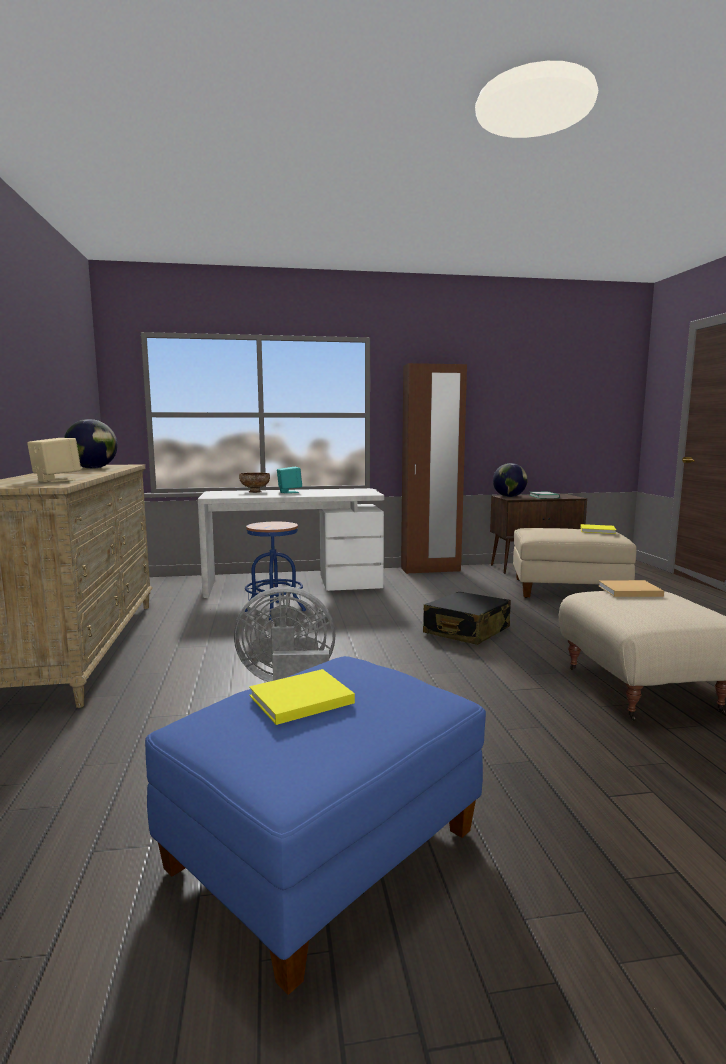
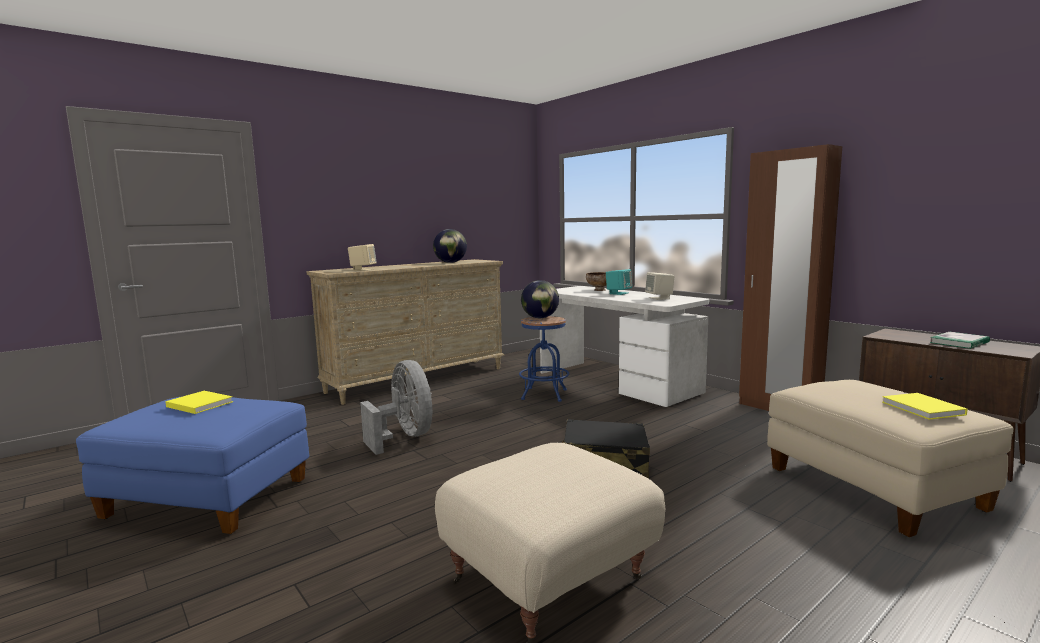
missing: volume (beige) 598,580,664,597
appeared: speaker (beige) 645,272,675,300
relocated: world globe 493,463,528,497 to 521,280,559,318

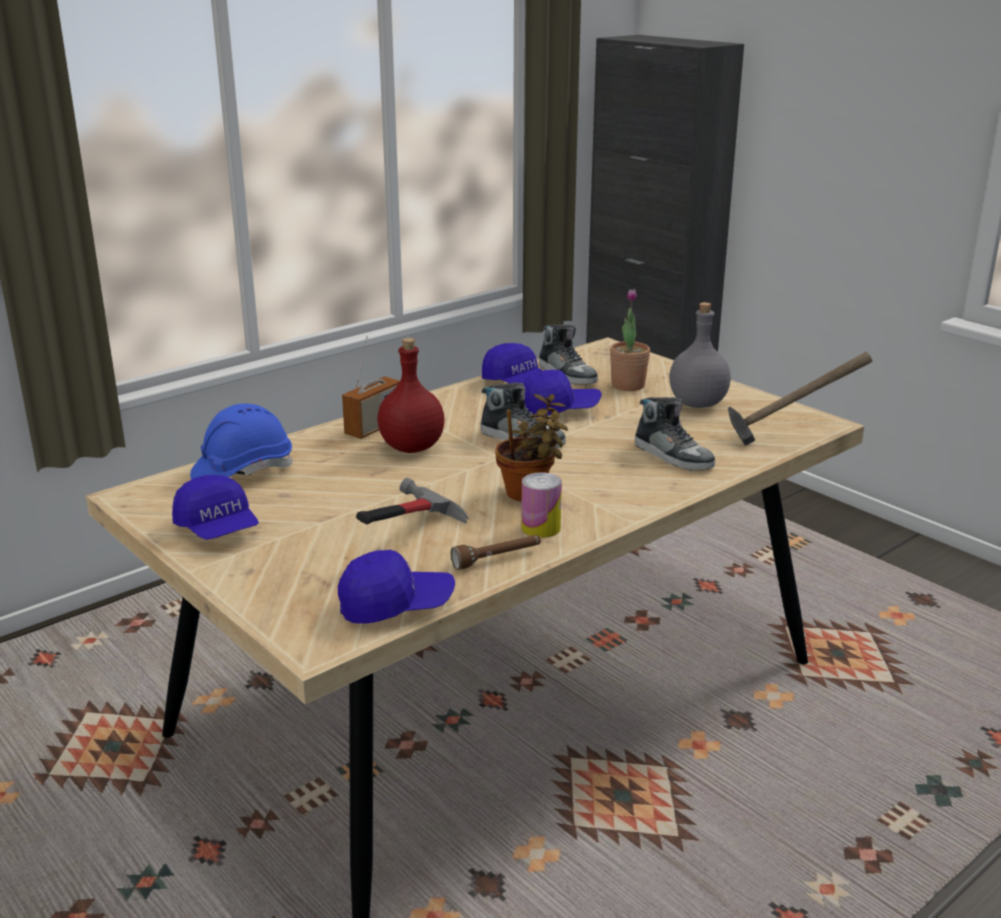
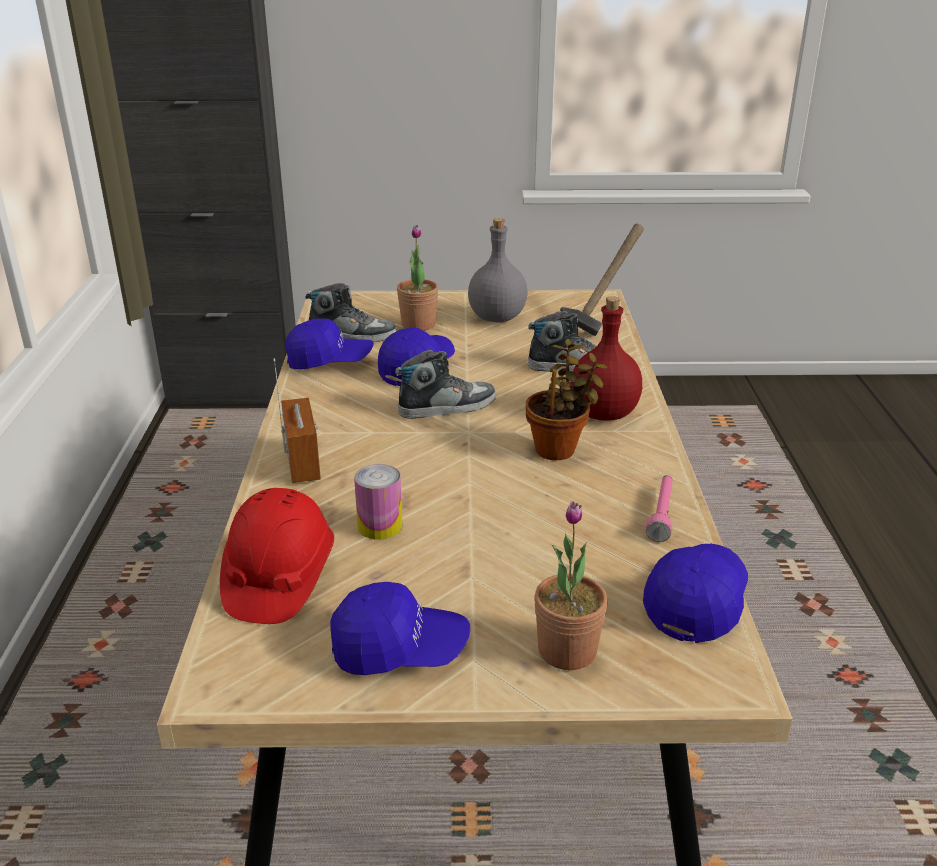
missing: tool hammer 356,477,469,524
appeared: plant in a pot 534,501,607,670
relocated: bottle (red) 377,338,445,453 to 571,296,642,421; sealed can 521,472,562,538 to 354,464,402,540
colour: safety helmet (blue) 190,404,293,479 to safety helmet (red) 220,488,334,624; torch (brown) 451,535,541,570 to torch (pinkish) 646,475,673,542

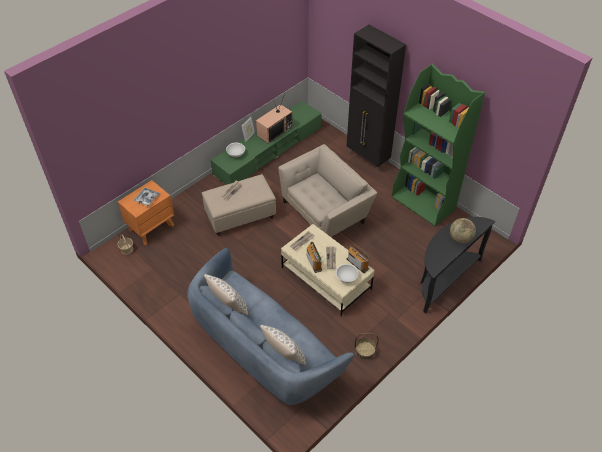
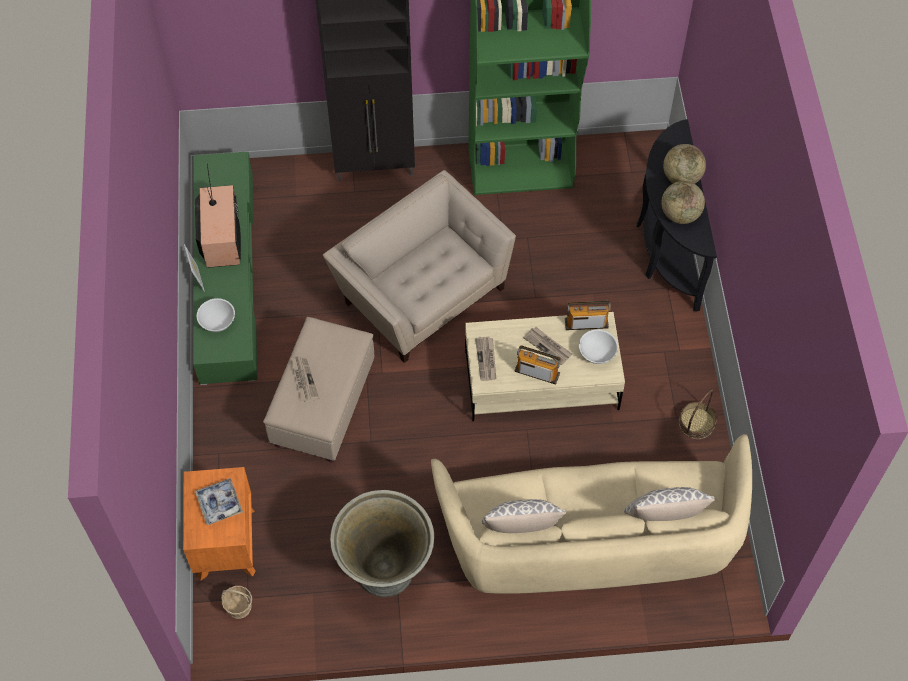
appeared: planter (gray) 330,490,434,597; world globe 661,181,705,224
colour: settee (blue) 187,248,354,405 to settee (beige) 431,434,752,594
spun: easy chair (beige) 278,144,377,237 = 323,170,516,363 45 degrees counterclockwise

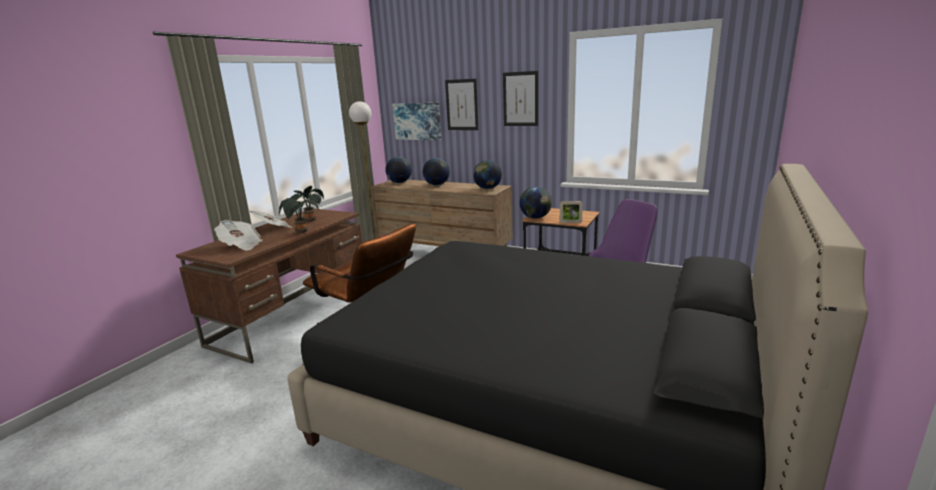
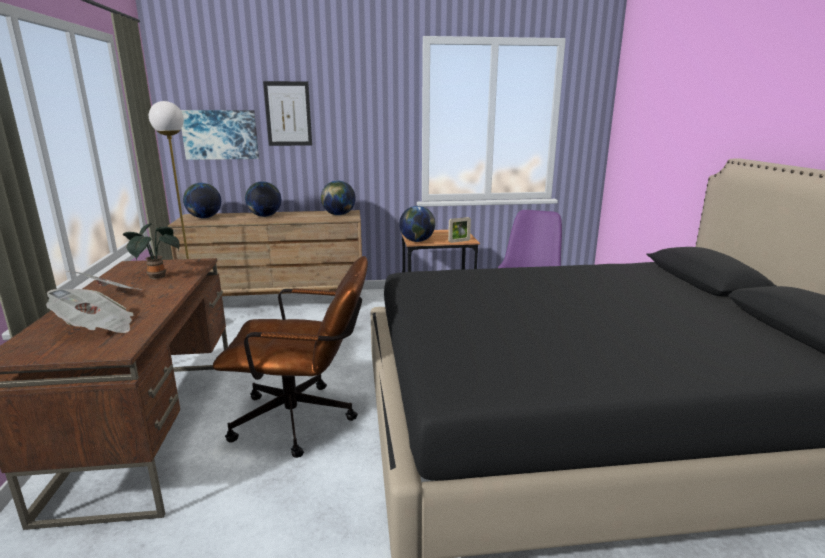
missing: plant in a pot 279,198,318,233; picture 503,71,538,126

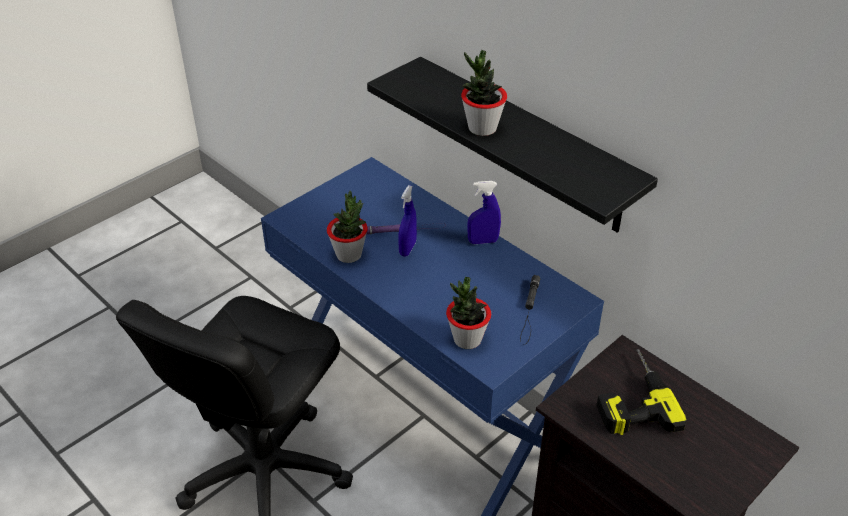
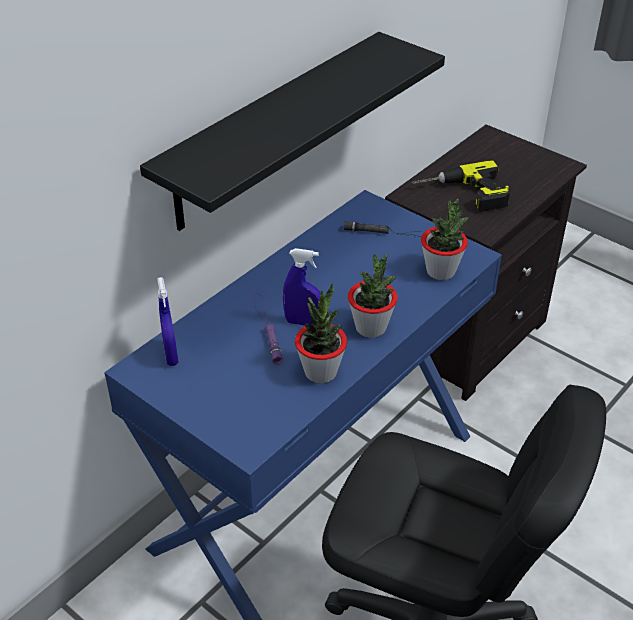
relocated: plant in a pot 461,50,507,136 to 348,255,398,338; spray bottle (blue) 467,181,501,244 to 157,277,178,366

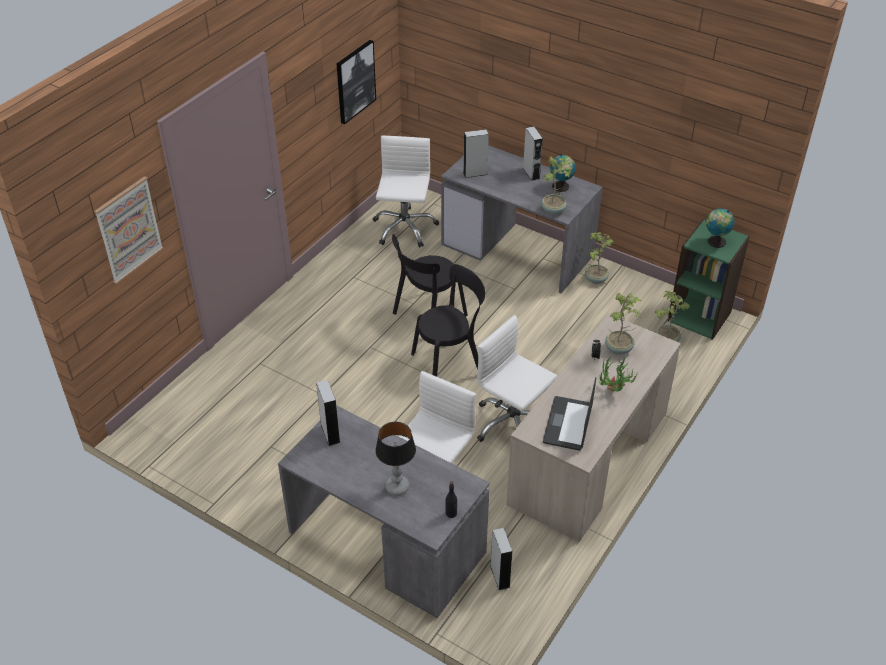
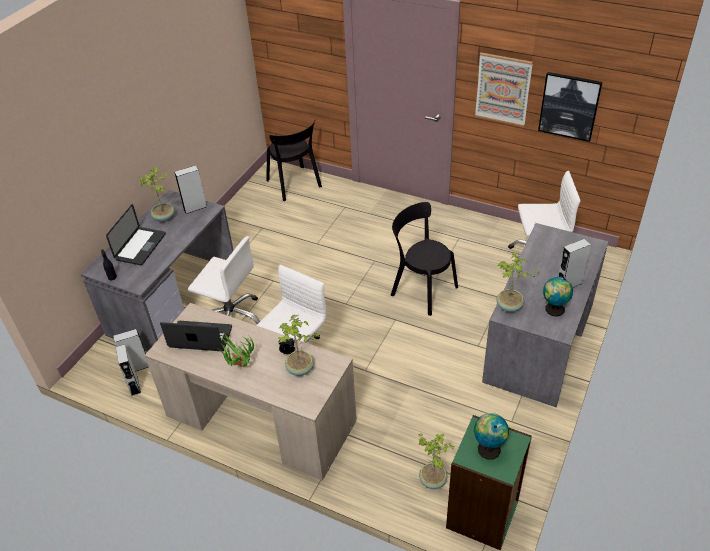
relocated: picture 94,176,164,284 to 475,53,533,126; plain chair (black) 411,264,485,377 to 266,121,322,201; speaker (gray) 463,129,489,178 to 116,344,141,396; plant in a pot 585,232,615,284 to 139,167,175,222
exchanged: tabletop lamp 375,422,416,495 to portable computer 106,204,166,265

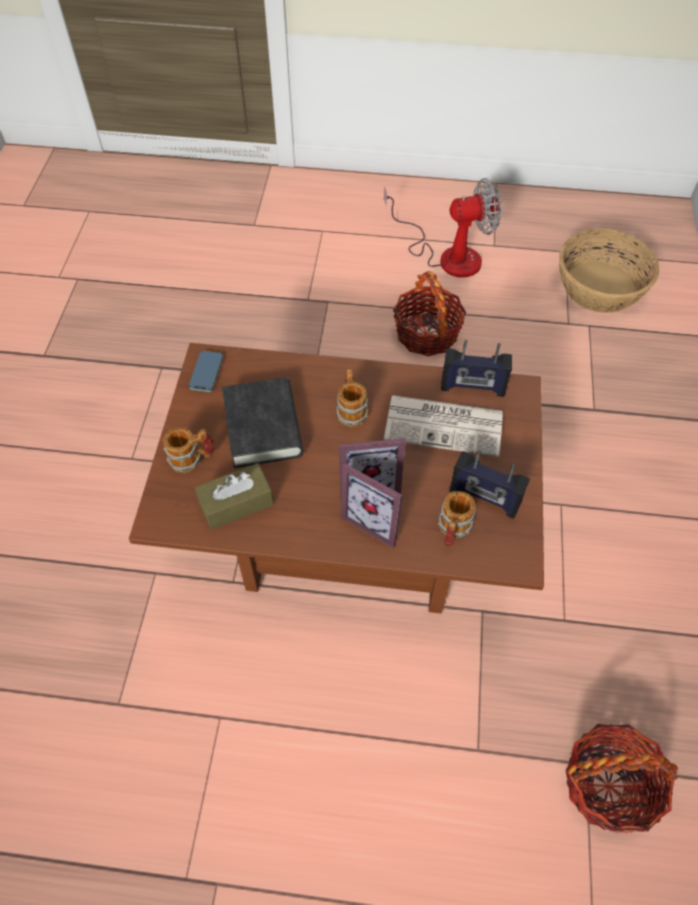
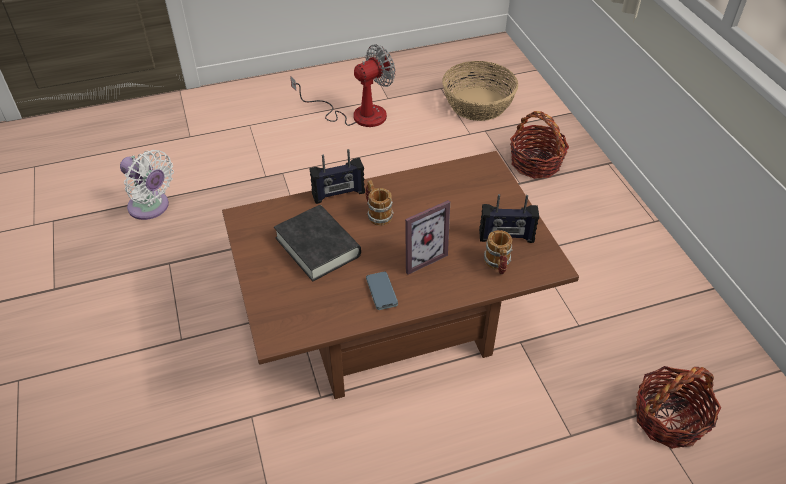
missing: coffee mug 163,427,214,473; tissue holder (brown) 195,463,274,530; standing frame 341,463,403,548; newspaper 384,395,503,457
appeared: fan (whitish) 120,150,174,220
relocated: handset 189,351,223,392 to 366,272,398,310; basket 393,271,467,356 to 510,111,569,179; radio 441,340,512,397 to 309,149,365,204

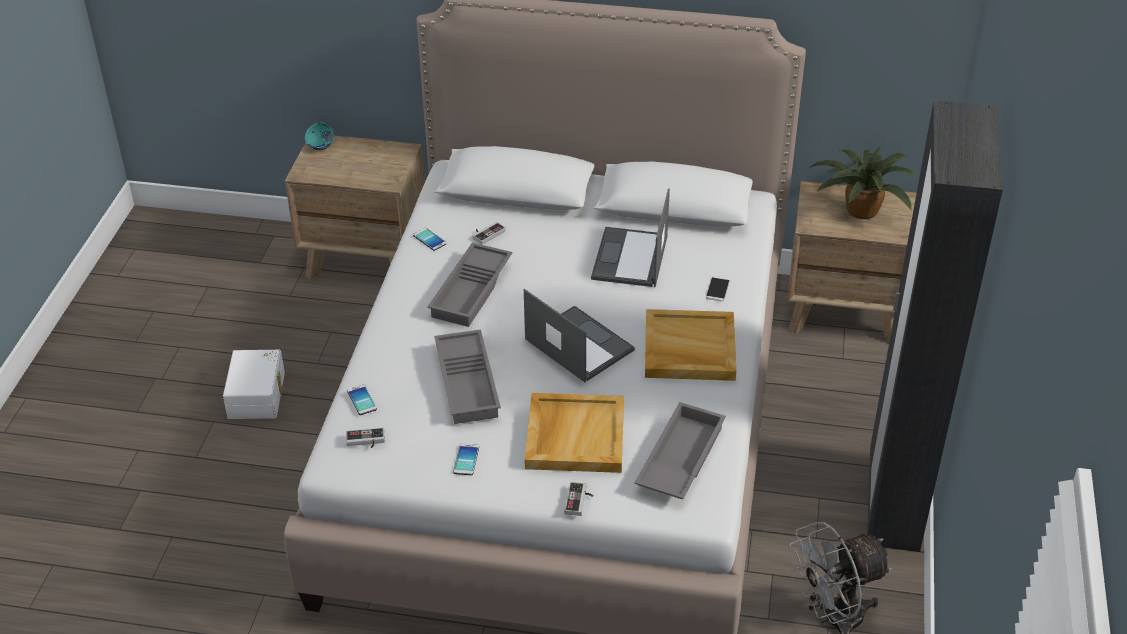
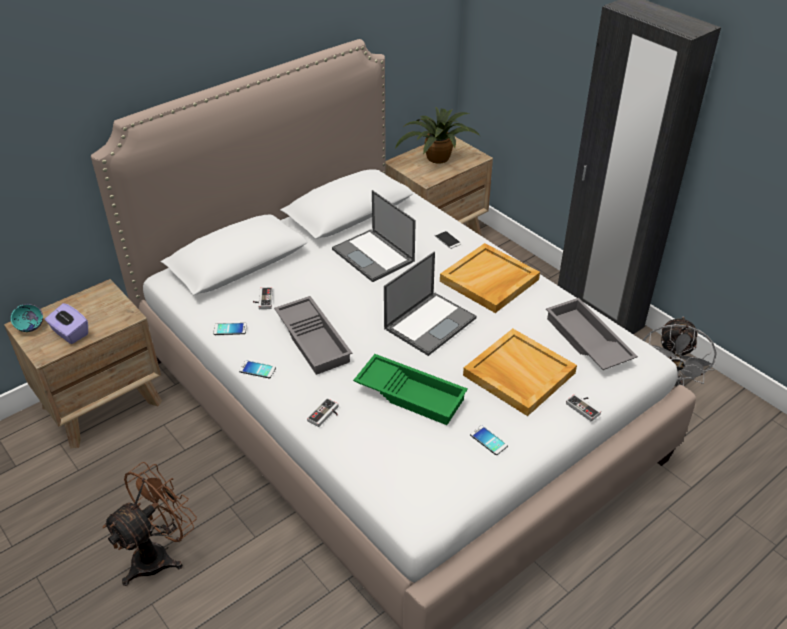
appeared: tissue holder (purple-coloured) 45,303,88,344
relocated: game controller 346,428,385,448 to 307,398,338,427; handset 347,385,377,415 to 239,360,276,378
exchanged: storage container (whitish) 223,350,285,419 to fan (brown) 102,462,197,586
colour: serving tray (gray) 434,329,501,424 to serving tray (green-coloured) 353,354,468,425
spun: portable computer 524,289,635,382 = 384,252,476,356 135 degrees clockwise

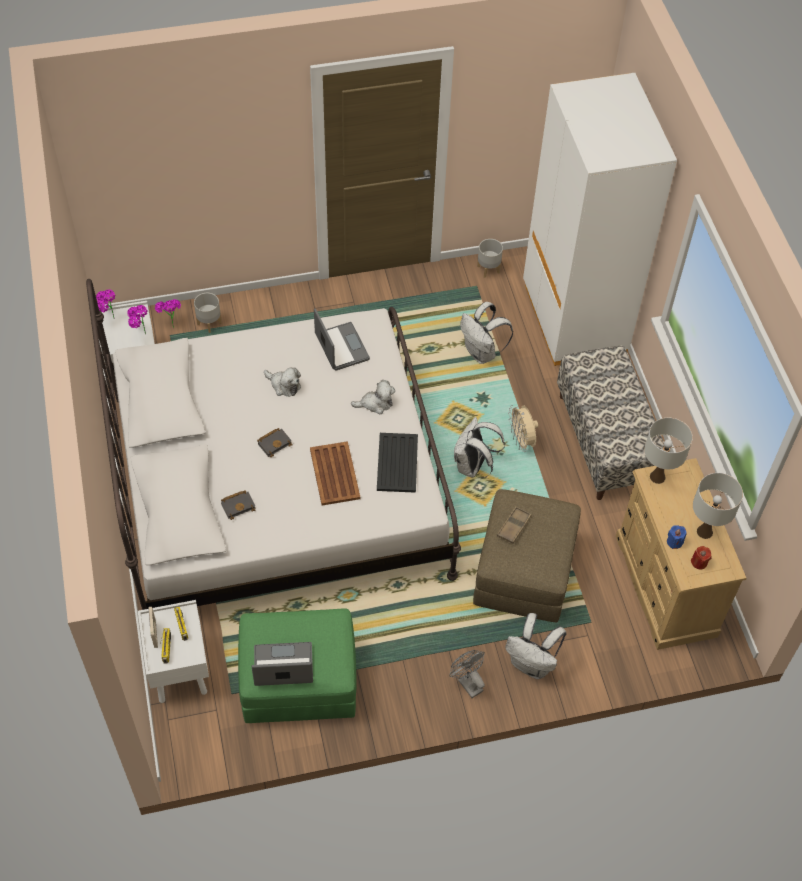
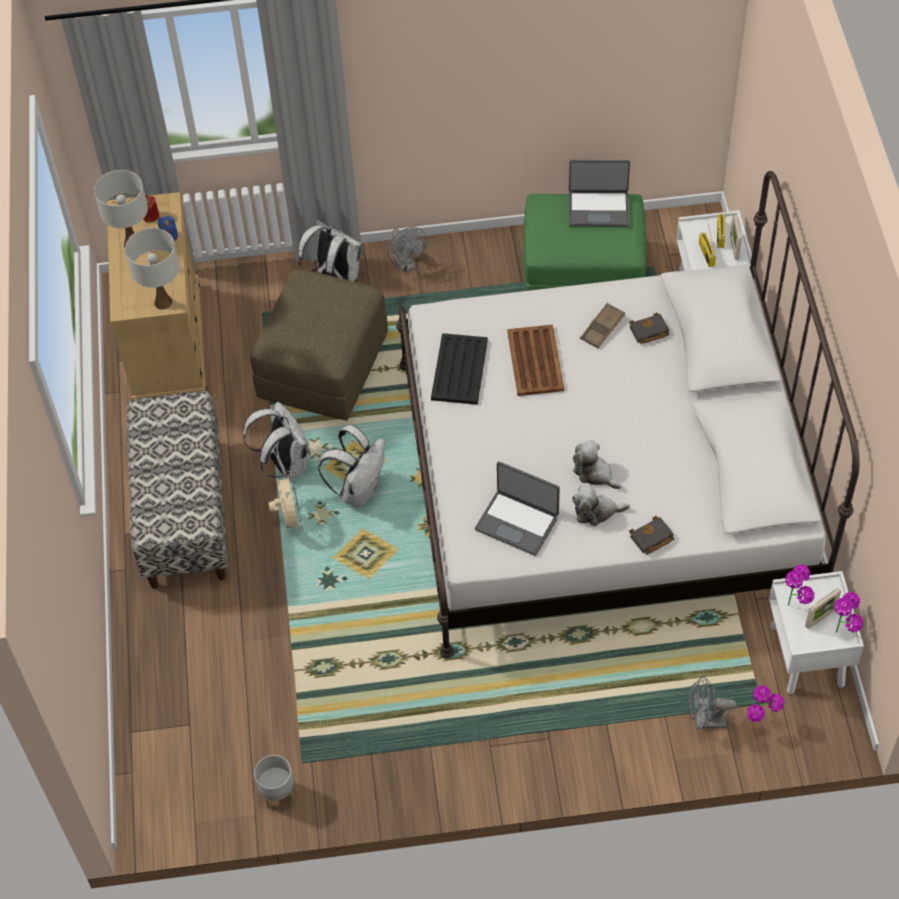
missing: wardrobe (whitish) 523,73,677,366
appeared: standing frame 805,588,841,629
relocated: volume (black) 257,428,292,458 to 629,516,675,555; cuddly toy 351,380,395,414 to 572,484,630,526; rucksack (whitish) 460,302,513,364 to 243,402,311,479; serving tray (brown) 497,506,532,544 to 580,303,625,348
exchanged: planter (gray) 194,293,222,333 to fan (gray) 688,676,736,729
spun: portable computer 314,309,370,371 = 475,461,560,556 45 degrees counterclockwise

